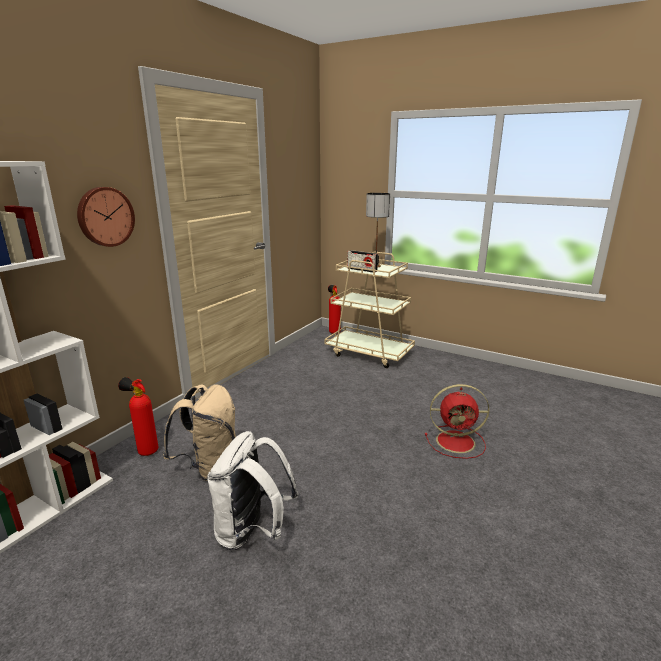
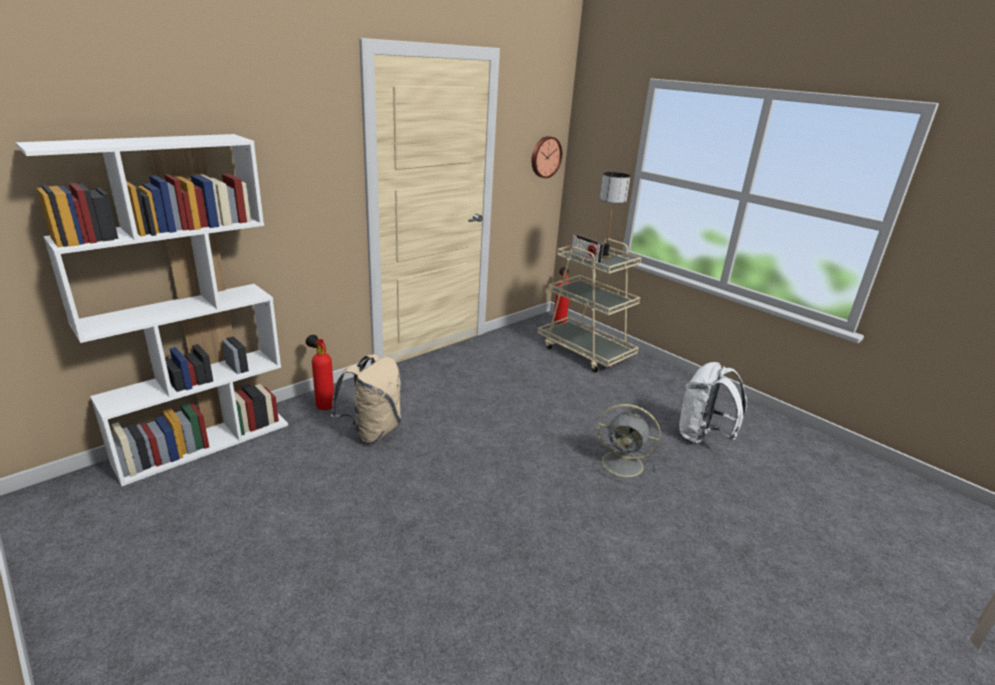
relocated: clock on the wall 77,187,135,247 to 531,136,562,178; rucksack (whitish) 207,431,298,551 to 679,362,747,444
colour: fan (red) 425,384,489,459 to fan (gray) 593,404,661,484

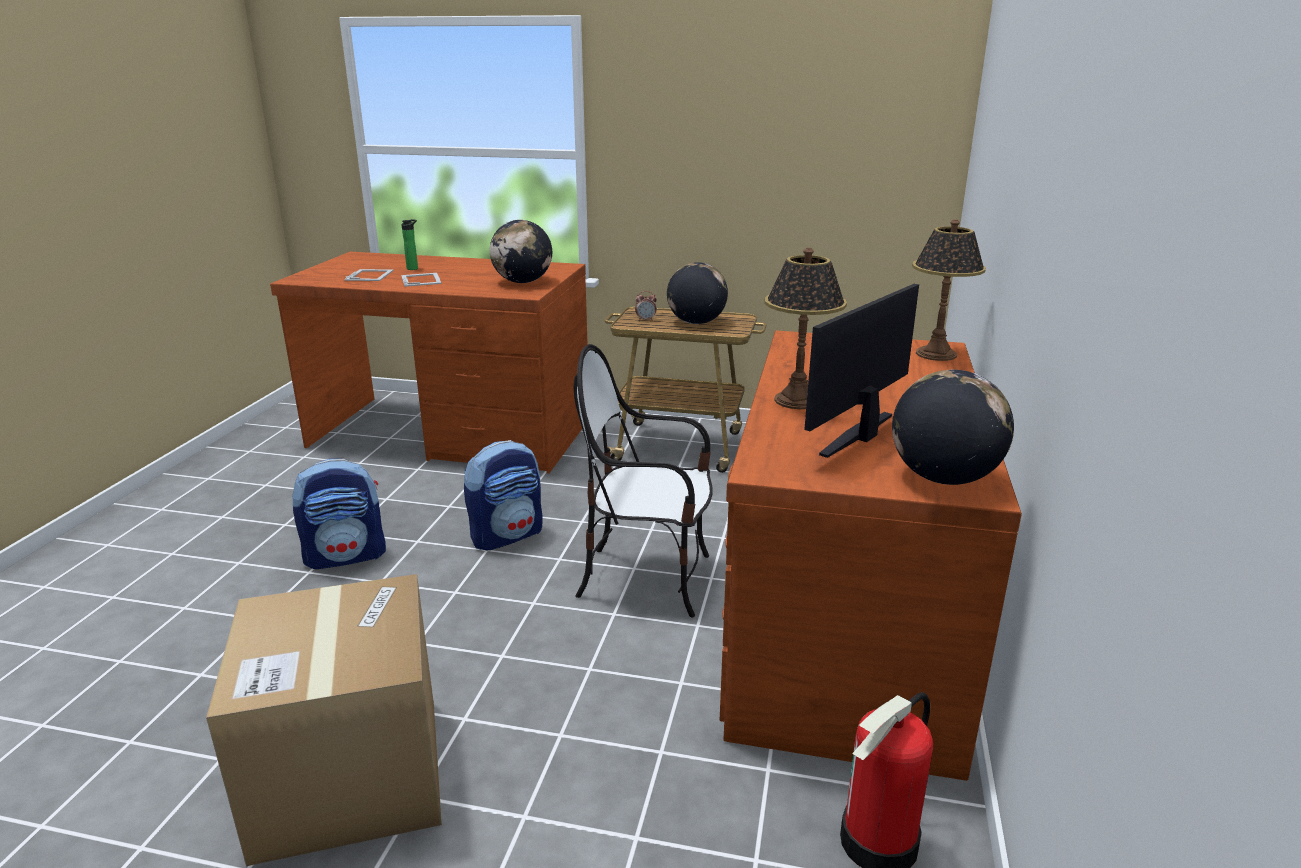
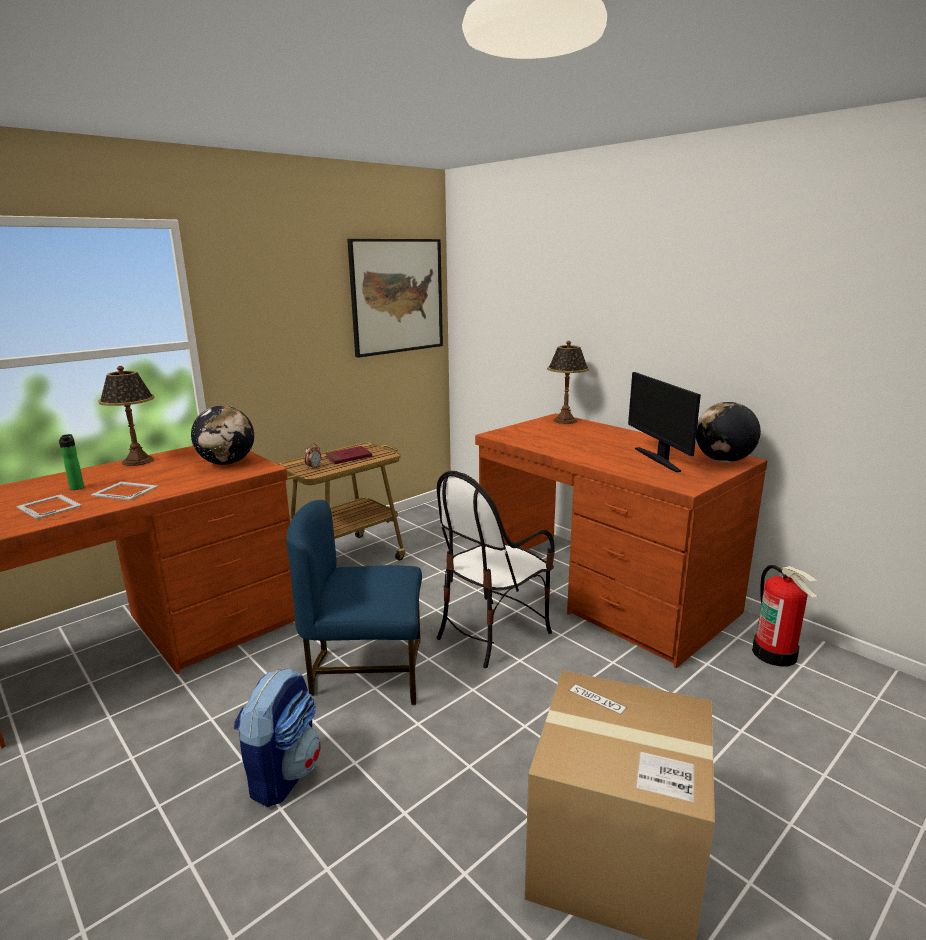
appeared: picture 347,239,443,358
relocated: tabletop lamp 765,247,847,409 to 98,366,155,466
exchanged: rucksack 464,440,543,550 to plain chair (blue) 286,500,422,705; world globe 667,262,728,324 to volume (red) 325,446,372,464

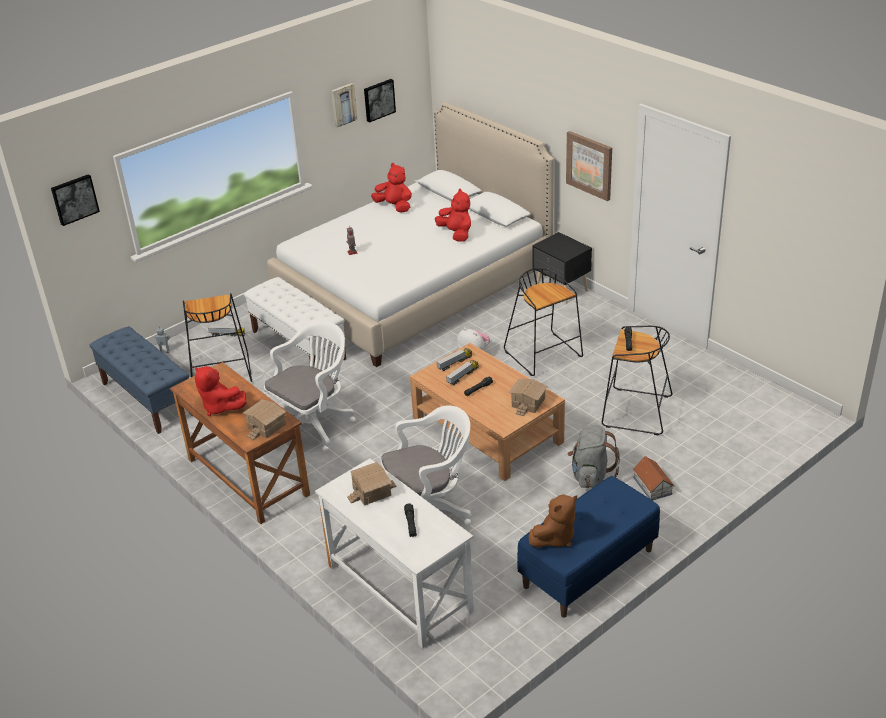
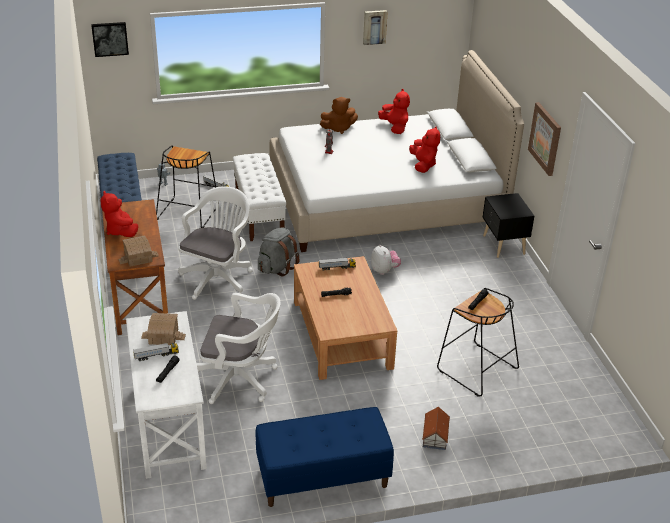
missing: picture 364,79,396,123; stool seat (black) 504,268,583,376; toy house 508,379,548,416
relocated: toy lorry 446,360,479,385 to 133,343,179,361; cuddly toy (brown) 529,494,577,548 to 320,97,358,134; rucksack (gray) 568,425,620,488 to 258,227,299,277
spun: office chair (whitish) 264,321,356,452 = 178,186,253,300 45 degrees counterclockwise

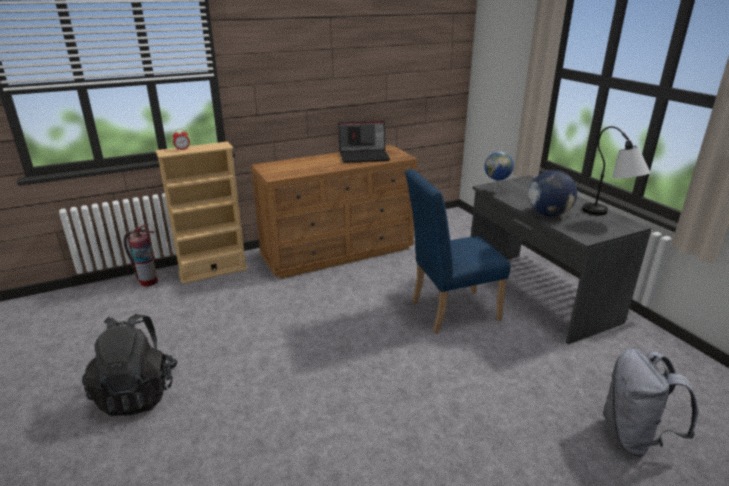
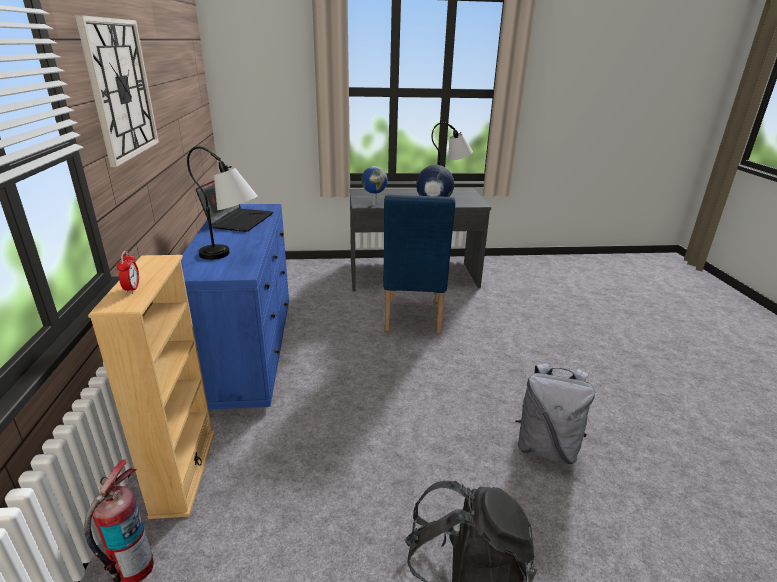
appeared: clock on the wall 75,15,159,167; tabletop lamp 187,147,257,260
relocated: rucksack (gray) 603,348,698,457 to 515,363,595,464
colour: drawer chest (brown) 251,145,417,279 to drawer chest (blue) 181,204,289,410

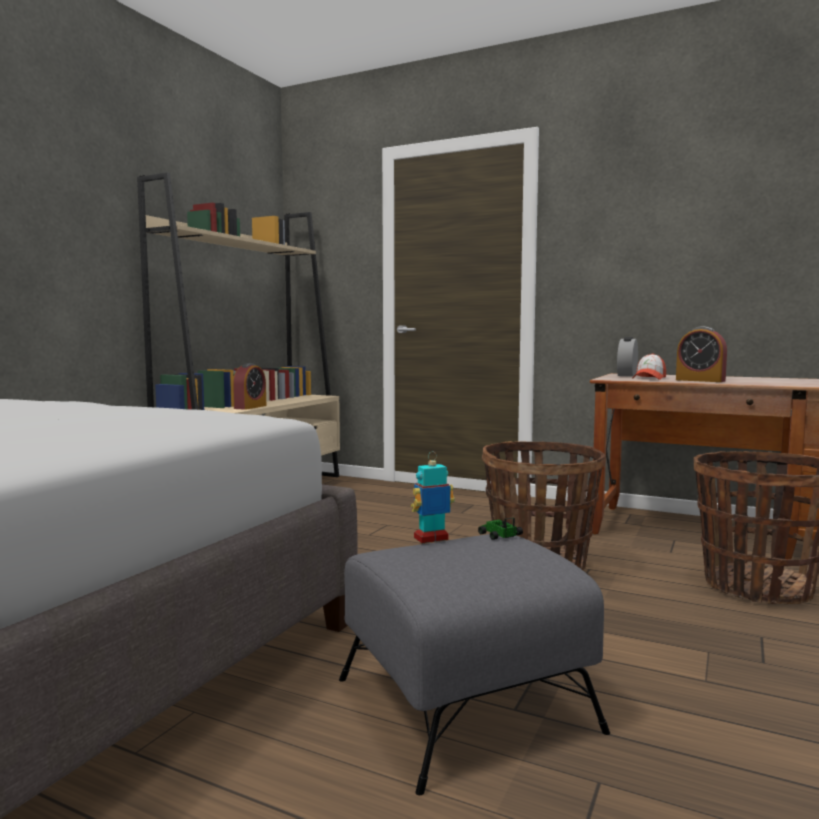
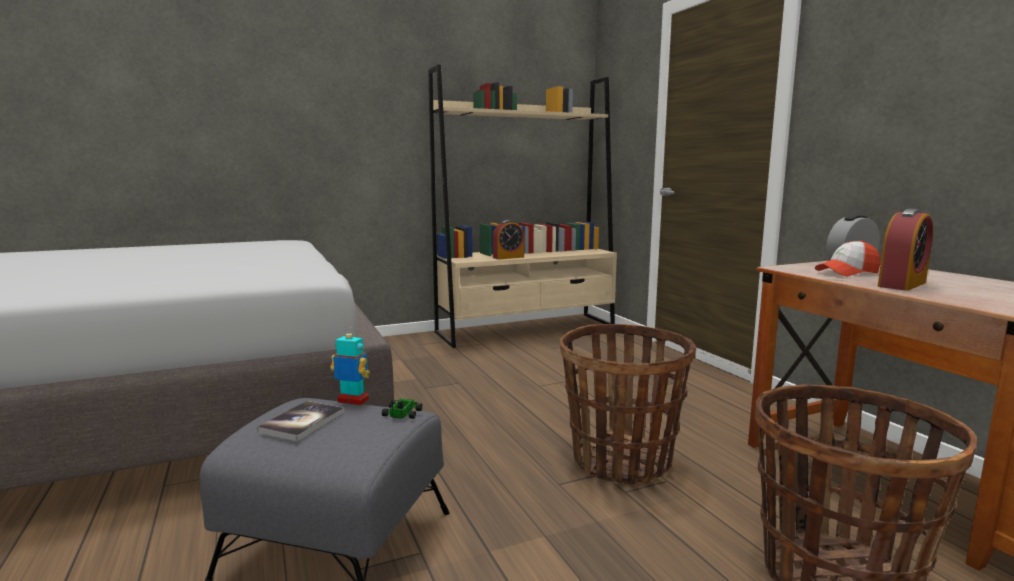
appeared: volume 257,401,344,441
spun: alarm clock 676,326,727,382 = 878,209,933,291 120 degrees counterclockwise

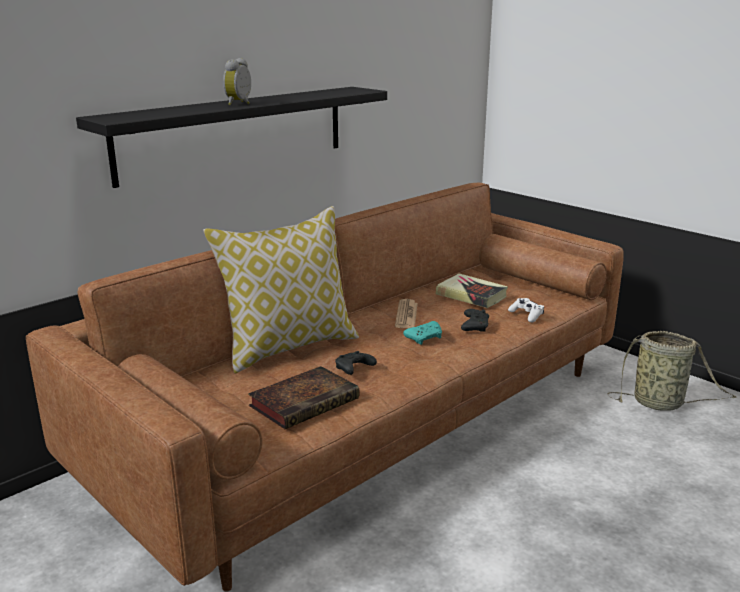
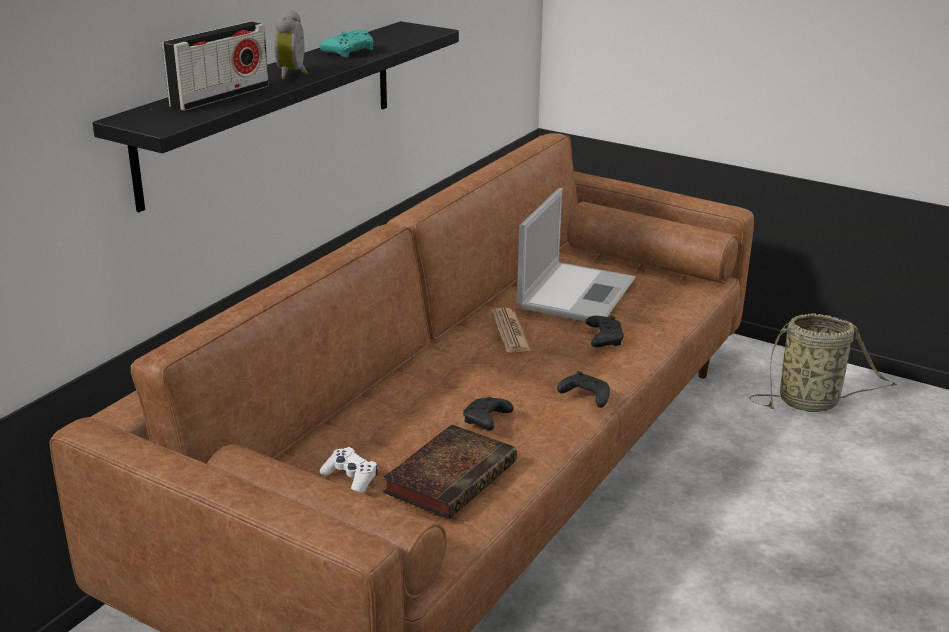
missing: cushion 203,206,359,373
appeared: radio 162,22,269,111; game controller (black) 557,371,610,408
relocated: game controller (blue-green) 403,321,442,345 to 320,29,373,57; game controller (whitish) 508,298,544,323 to 320,447,378,493
exchanged: volume 436,273,508,308 to portable computer 517,188,635,321

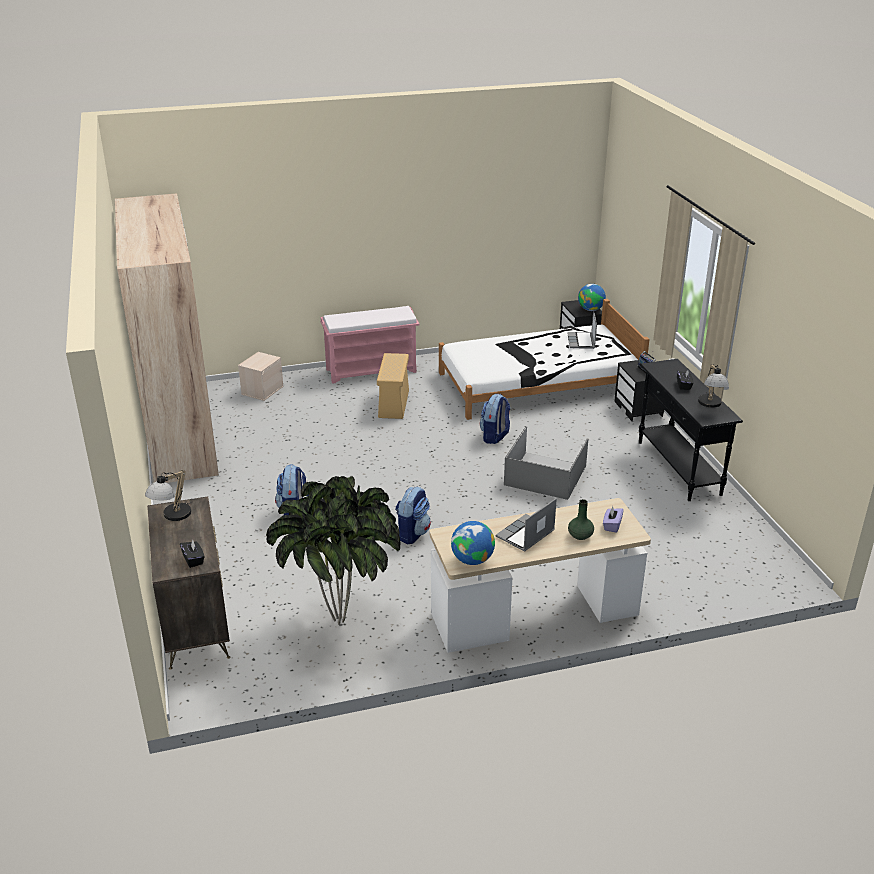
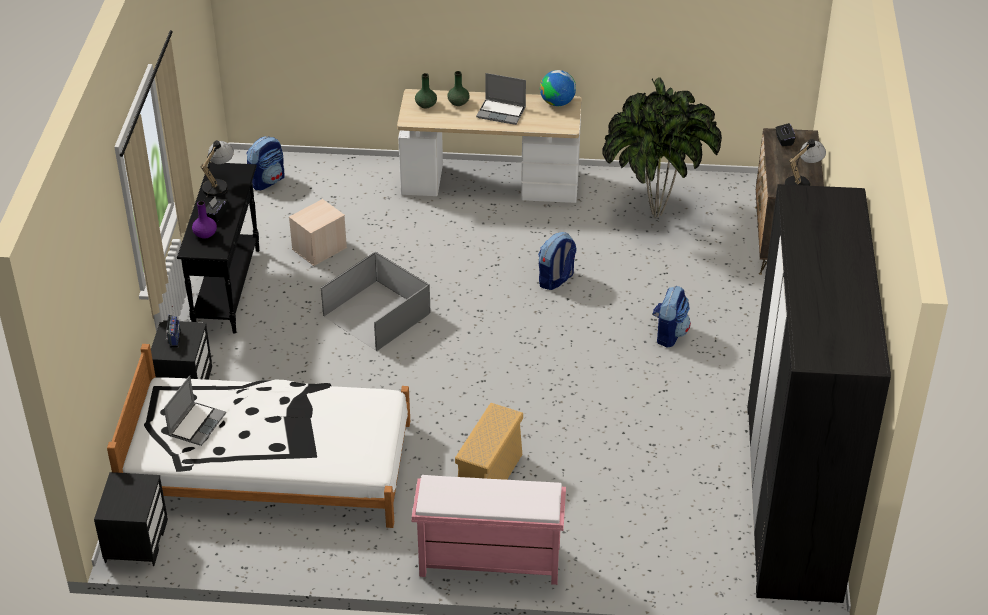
missing: world globe 578,284,606,311
appeared: flower vase (purple-coloured) 192,201,217,239
relocated: storage container (beige) 238,352,284,401 to 289,199,347,266; rucksack 480,394,510,444 to 247,136,284,191
exchanged: tissue holder (purple-coloured) 603,506,624,533 to flower vase (green-coloured) 415,73,437,109
colour: wardrobe (beige) 115,193,219,483 to wardrobe (black) 747,184,891,603
spun: portable computer 496,498,557,552 = 476,73,526,125 45 degrees clockwise

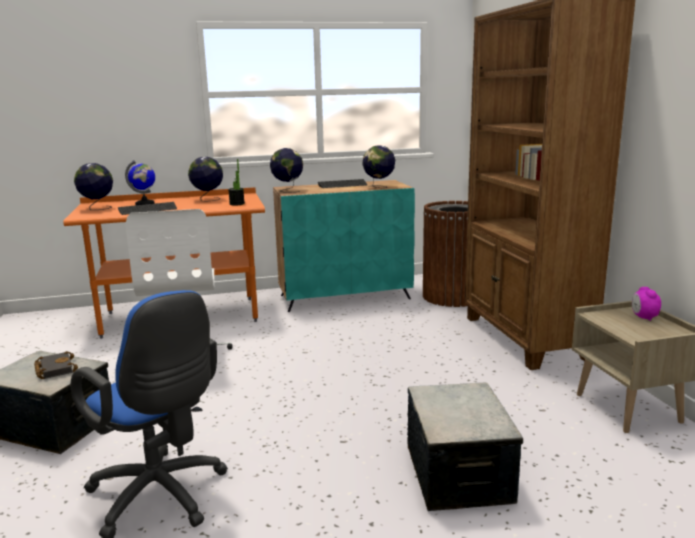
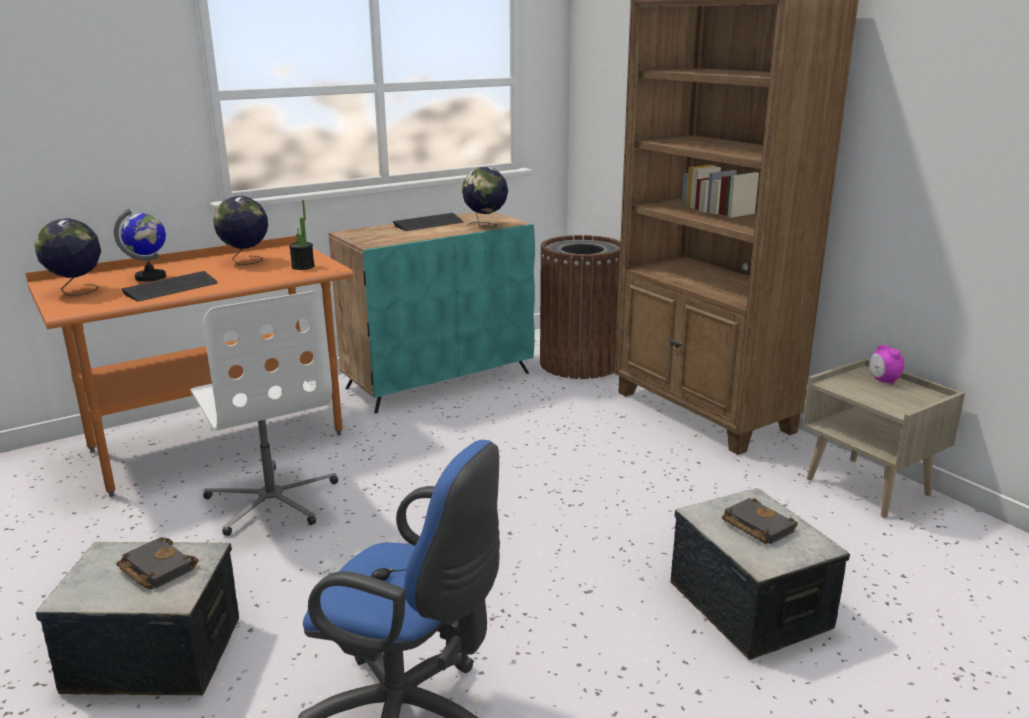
missing: world globe 270,148,303,193
appeared: volume (black) 722,498,798,544

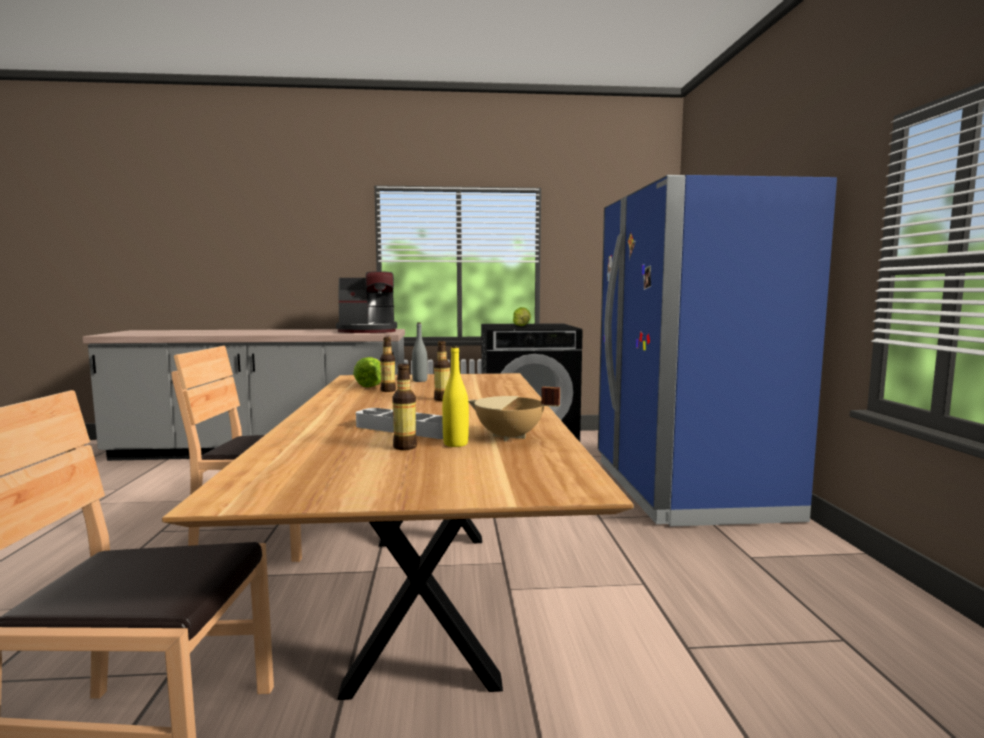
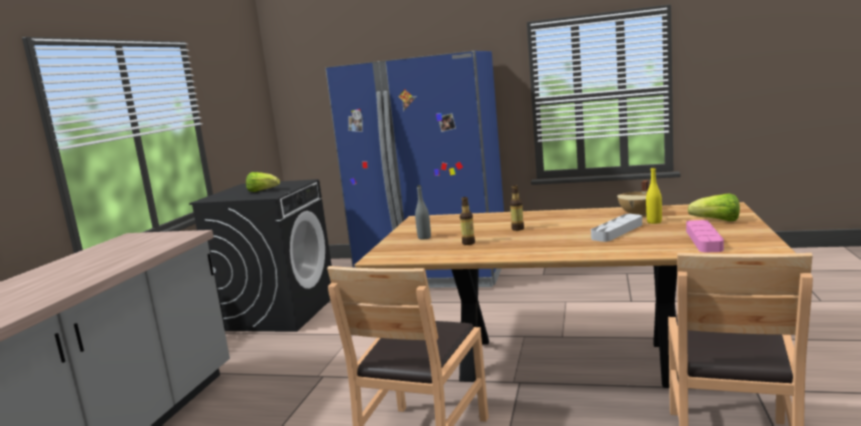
missing: coffee brewer 336,271,397,333; bottle 392,364,417,450
appeared: serving tray (pinkish) 686,220,724,252
relocated: head of lettuce 353,357,381,387 to 688,193,740,221

